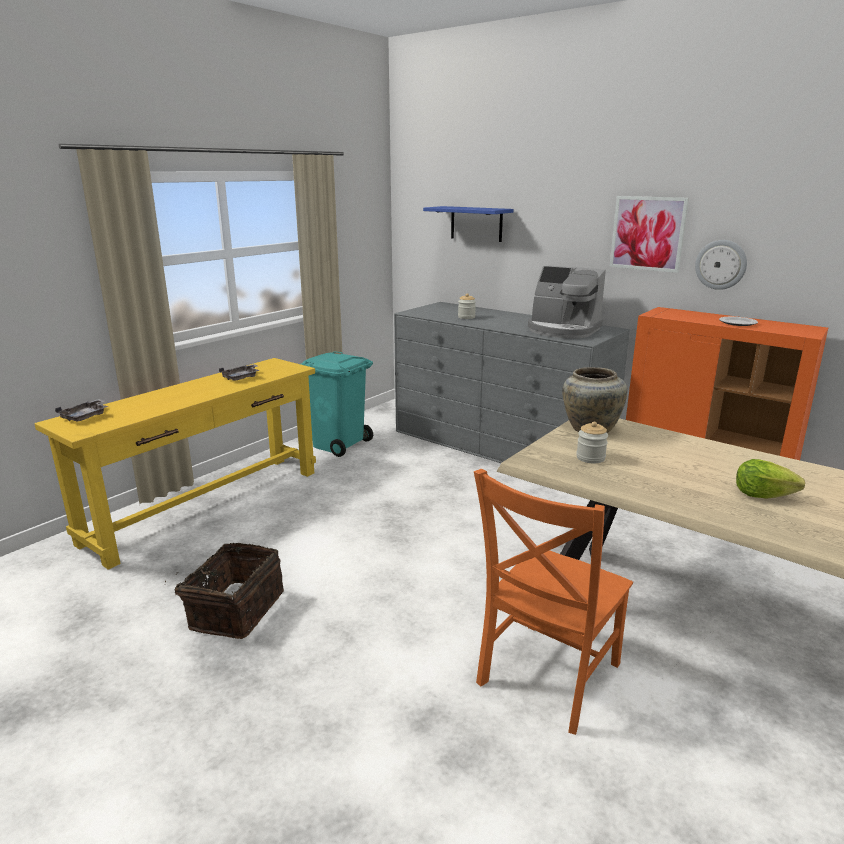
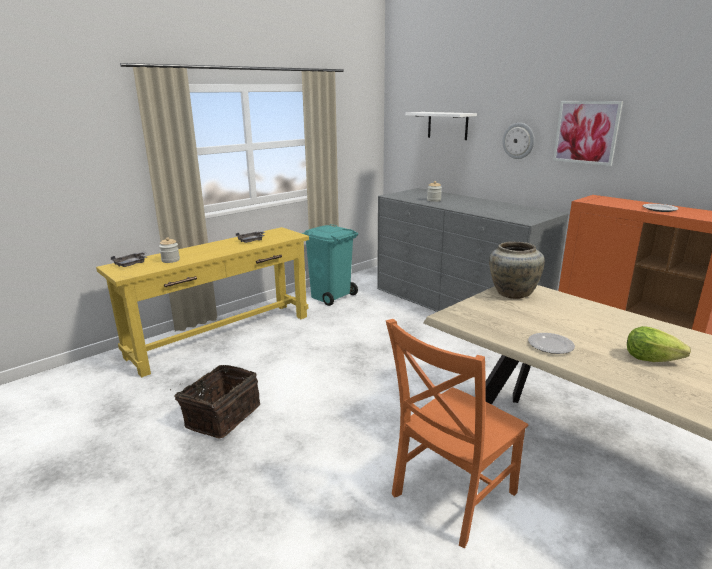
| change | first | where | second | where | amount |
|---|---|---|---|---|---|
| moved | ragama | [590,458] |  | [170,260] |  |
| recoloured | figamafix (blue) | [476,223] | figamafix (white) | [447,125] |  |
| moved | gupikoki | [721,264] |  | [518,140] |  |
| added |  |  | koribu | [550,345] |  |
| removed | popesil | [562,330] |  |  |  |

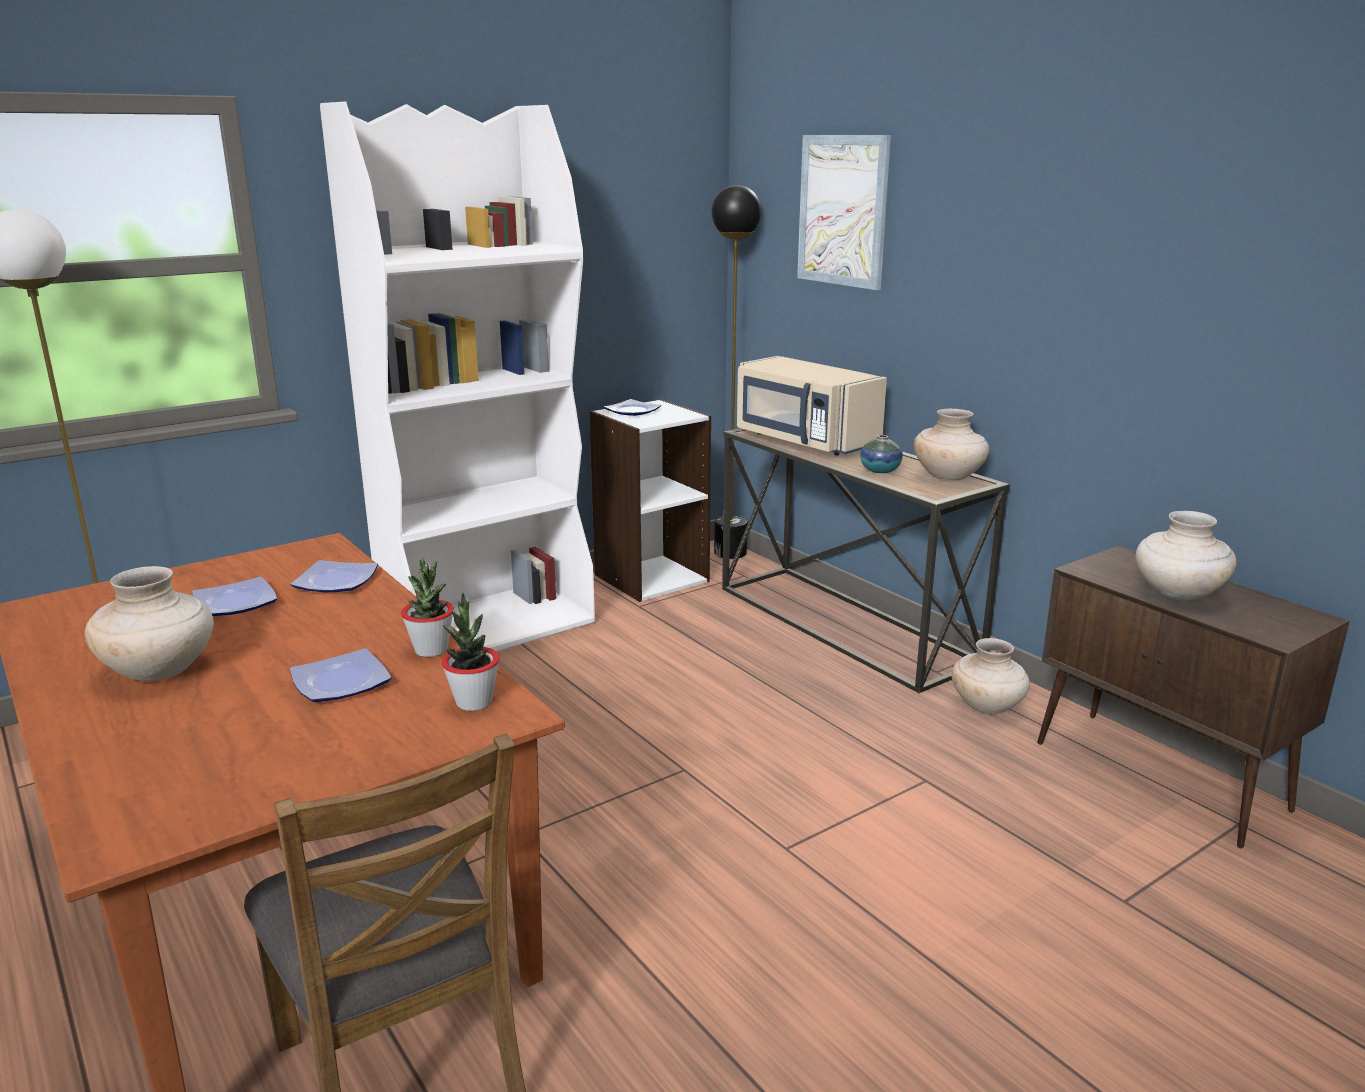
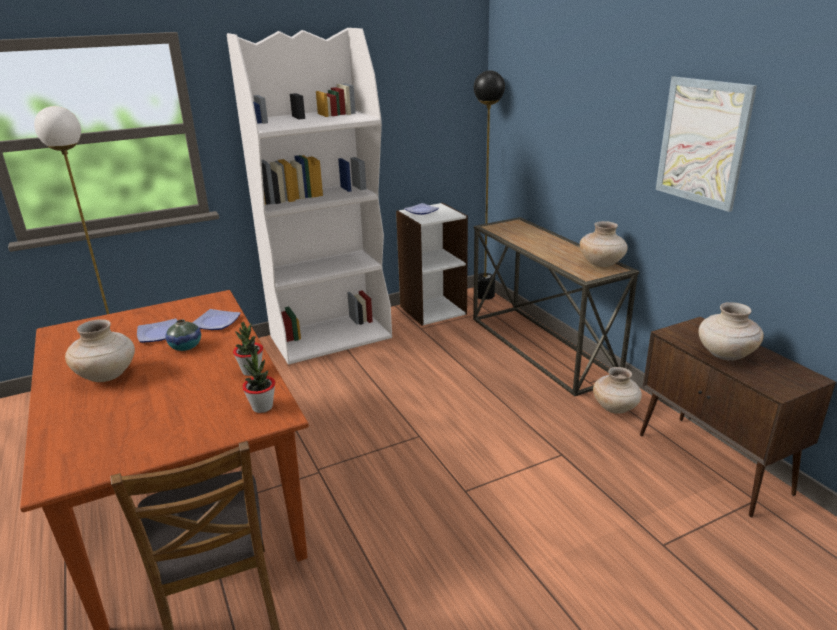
| change | first | where | second | where | amount |
|---|---|---|---|---|---|
| moved | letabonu | [880,470] |  | [185,347] |  |
| moved | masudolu | [843,211] |  | [702,142] |  |
| removed | koribu | [340,683] |  |  |  |
| removed | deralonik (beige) | [804,441] |  |  |  |

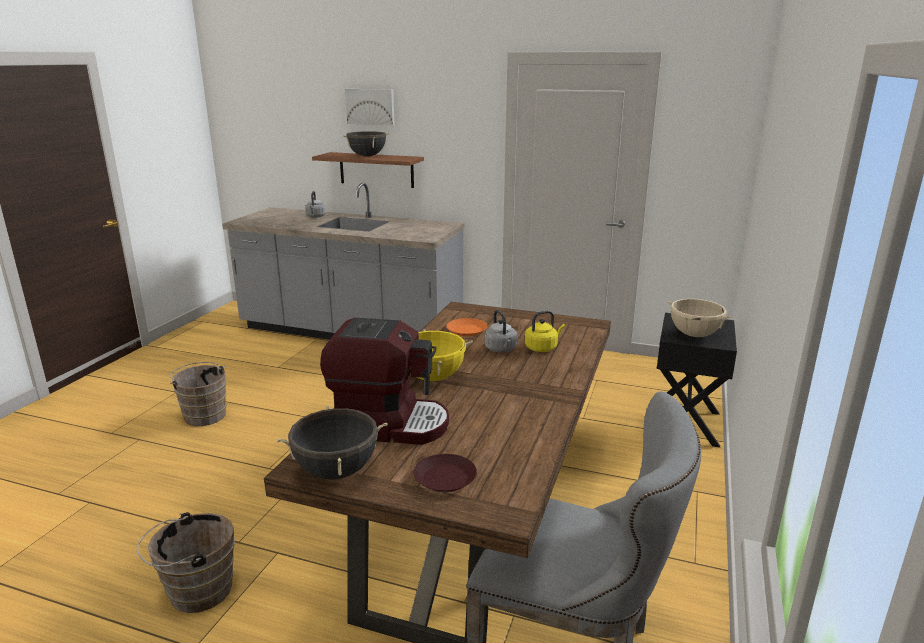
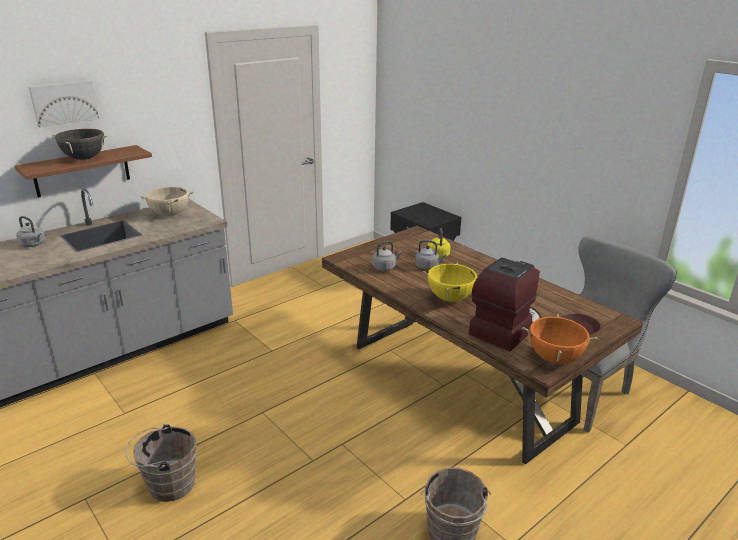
| change | first | where | second | where | amount |
|---|---|---|---|---|---|
| moved | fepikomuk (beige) | [694,335] |  | [170,214] |  |
| replaced | koribu (orange) | [467,330] | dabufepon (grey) | [385,267] |  |
| recoloured | fepikomuk (black) | [336,471] | fepikomuk (orange) | [554,358] |  |

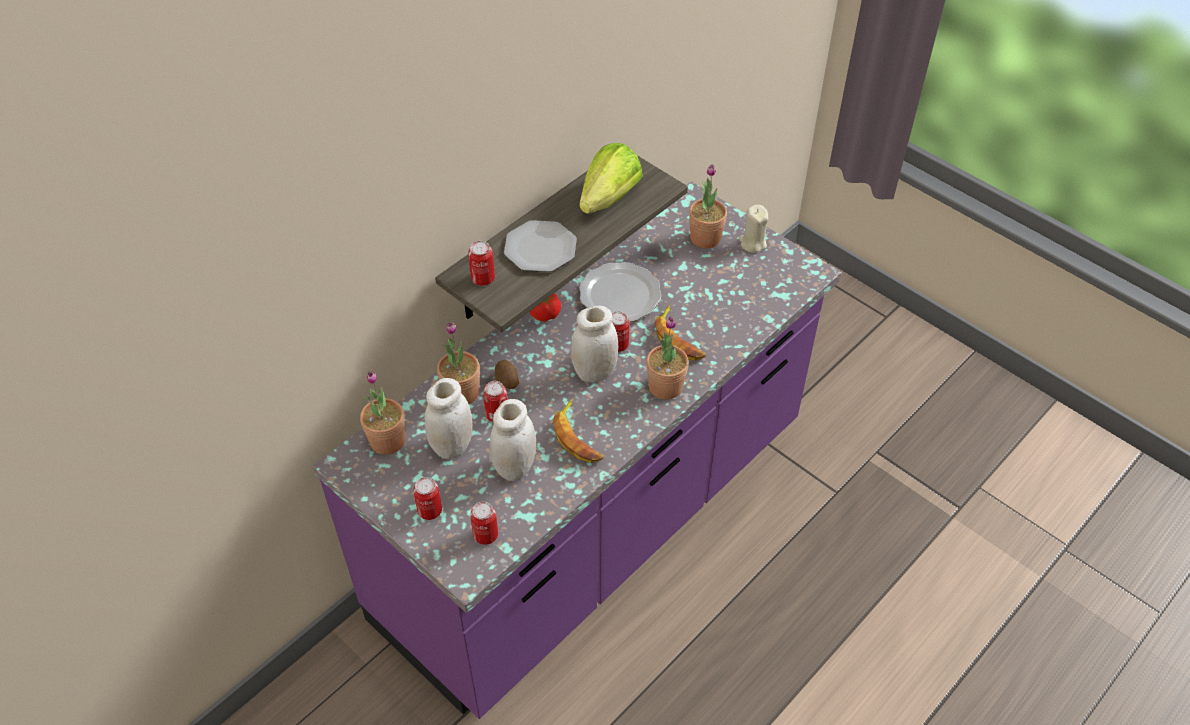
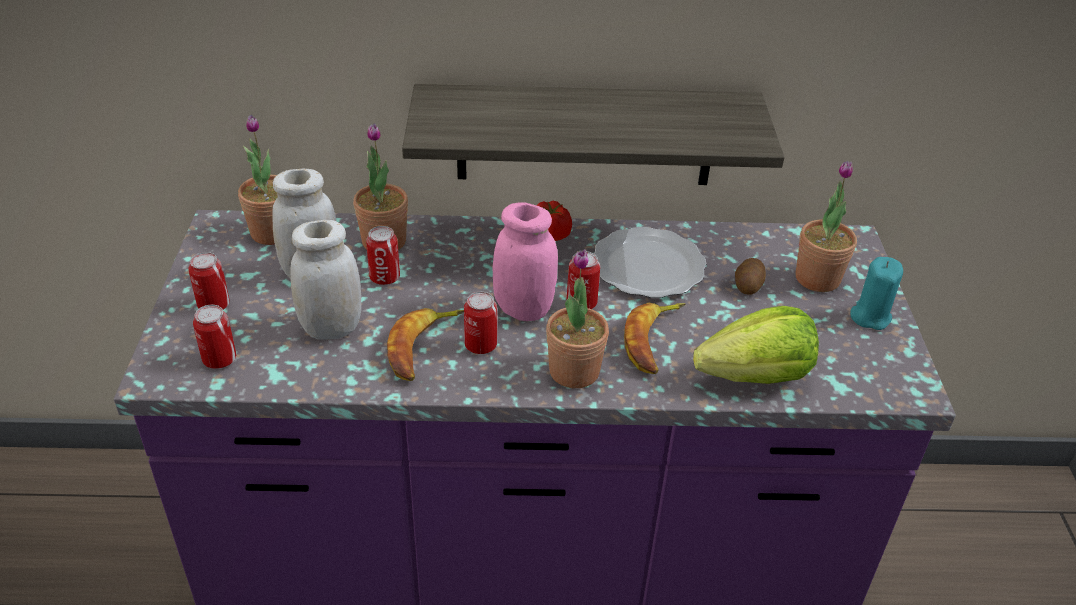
| change | first | where | second | where | amount |
|---|---|---|---|---|---|
| moved | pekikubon | [483,278] |  | [480,345] |  |
| recoloured | ragama (white) | [594,372] | ragama (pink) | [523,309] |  |
| moved | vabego | [609,198] |  | [756,376] |  |
| moved | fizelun | [506,380] |  | [747,286] |  |
| recoloured | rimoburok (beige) | [752,243] | rimoburok (turquoise) | [870,316] |  |
| removed | koribu | [541,248] |  |  |  |

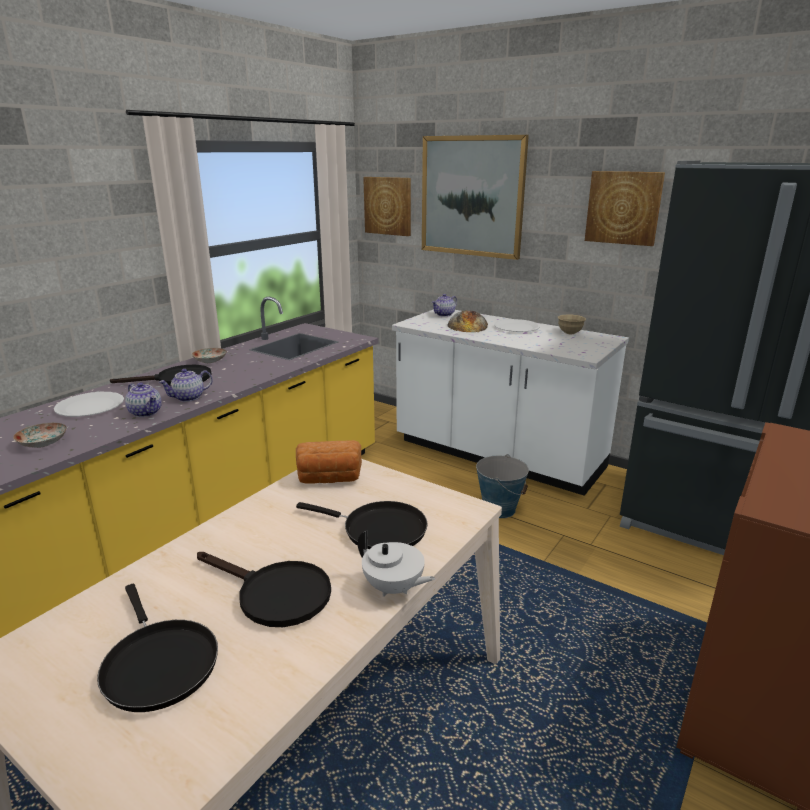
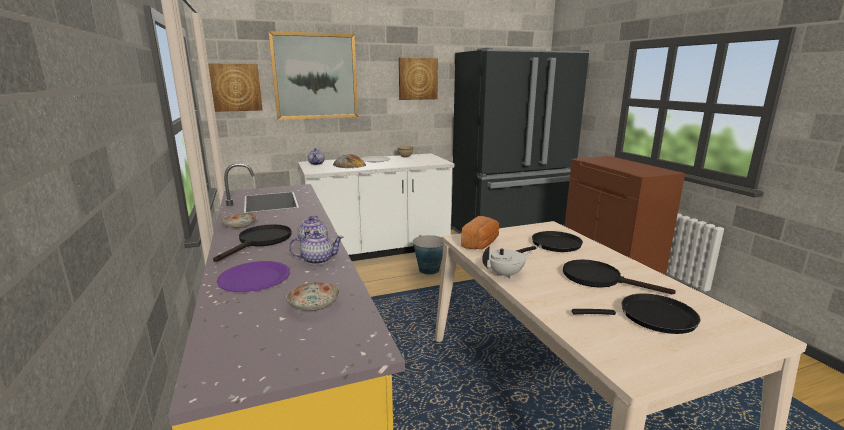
| change | first | where | second | where | amount |
|---|---|---|---|---|---|
| recoloured | koribu (white) | [90,406] | koribu (purple) | [254,278] |  |
| moved | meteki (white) | [393,588] |  | [506,274] |  |
| turned | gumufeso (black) | [274,594] |  | [599,279] | 120 degrees counterclockwise |

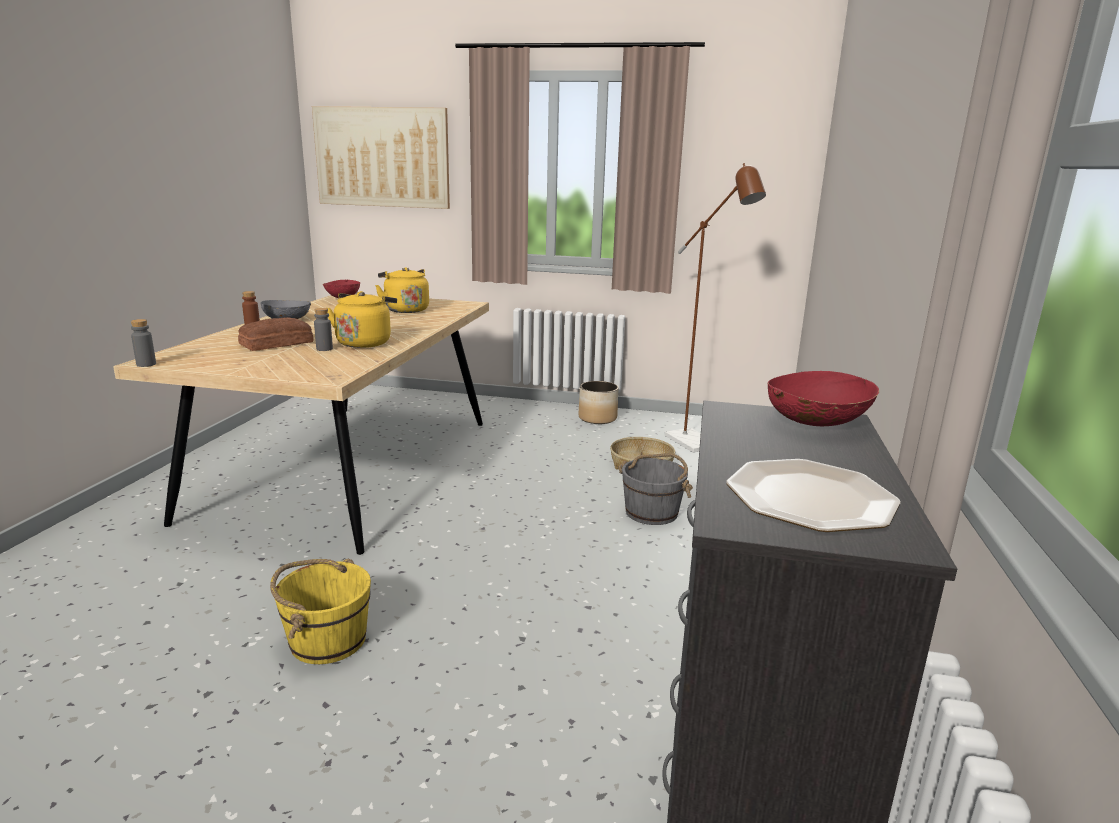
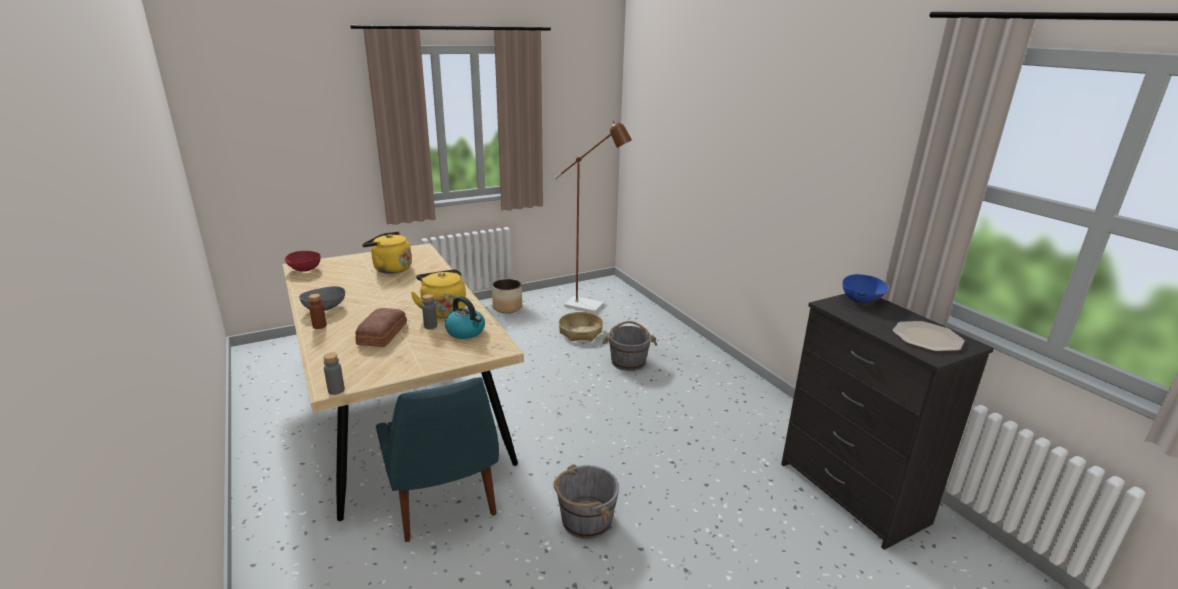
| change | first | where | second | where | amount |
|---|---|---|---|---|---|
| added |  |  | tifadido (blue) | [444,504] |  |
| added |  |  | dabufepon | [466,332] |  |
| recoloured | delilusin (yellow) | [327,640] | delilusin (grey) | [585,520] |  |
| recoloured | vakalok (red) | [816,424] | vakalok (blue) | [861,301] |  |
| removed | masudolu | [382,157] |  |  |  |

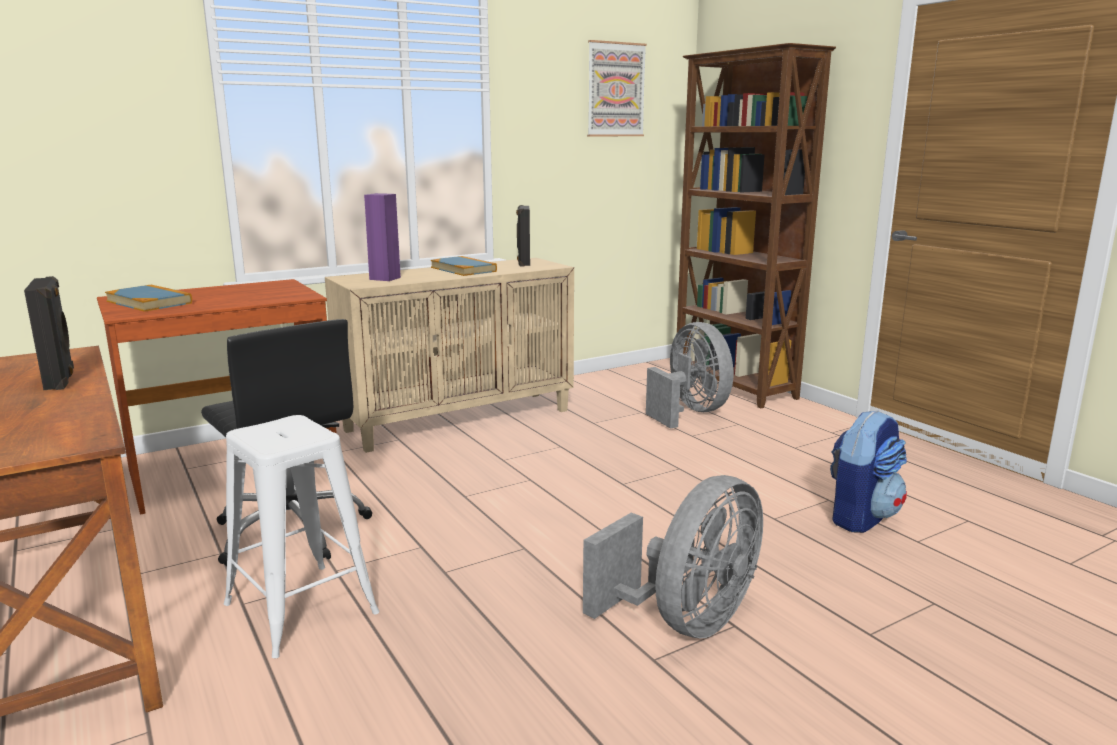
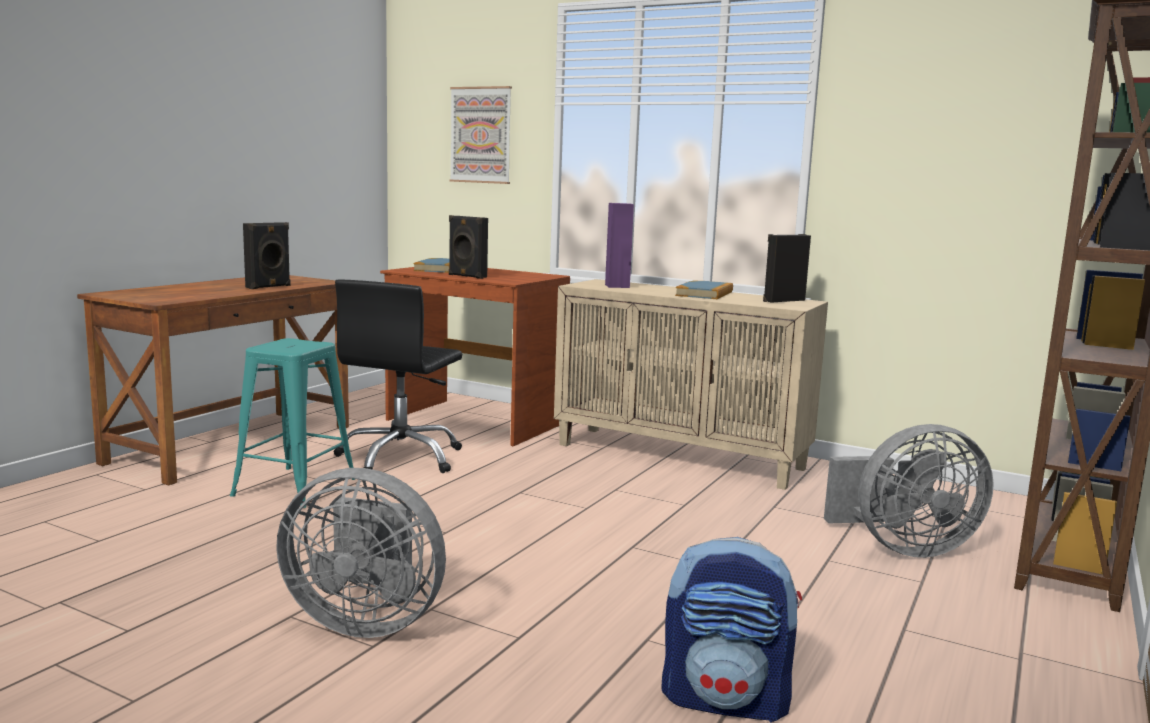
| change | first | where | second | where | amount |
|---|---|---|---|---|---|
| recoloured | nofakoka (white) | [301,608] | nofakoka (turquoise) | [295,487] |  |
| moved | masudolu | [615,90] |  | [481,135] |  |
| added |  |  | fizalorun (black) | [466,276] |  |
| turned | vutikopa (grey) | [689,412] |  | [903,547] | 45 degrees clockwise |

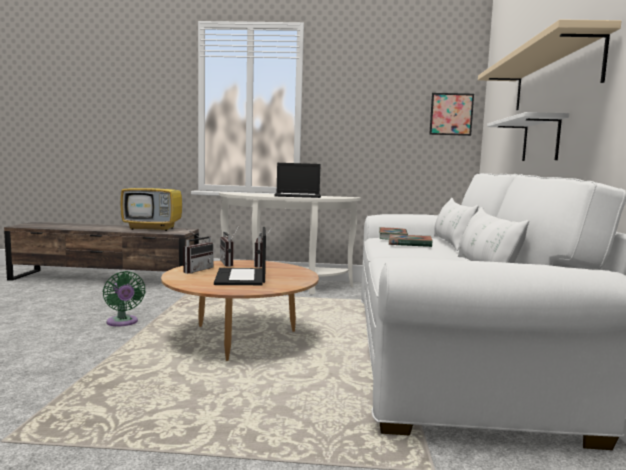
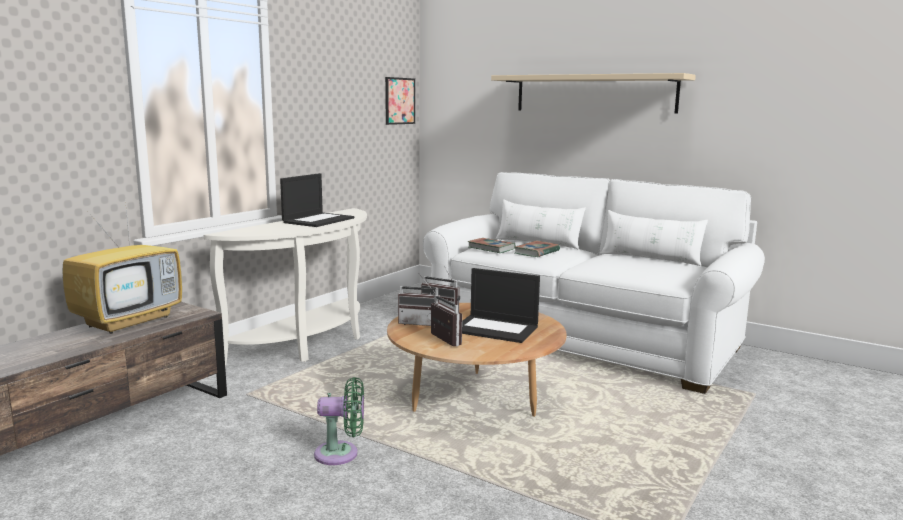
| change | first | where | second | where | amount |
|---|---|---|---|---|---|
| removed | figamafix (white) | [540,140] |  |  |  |

